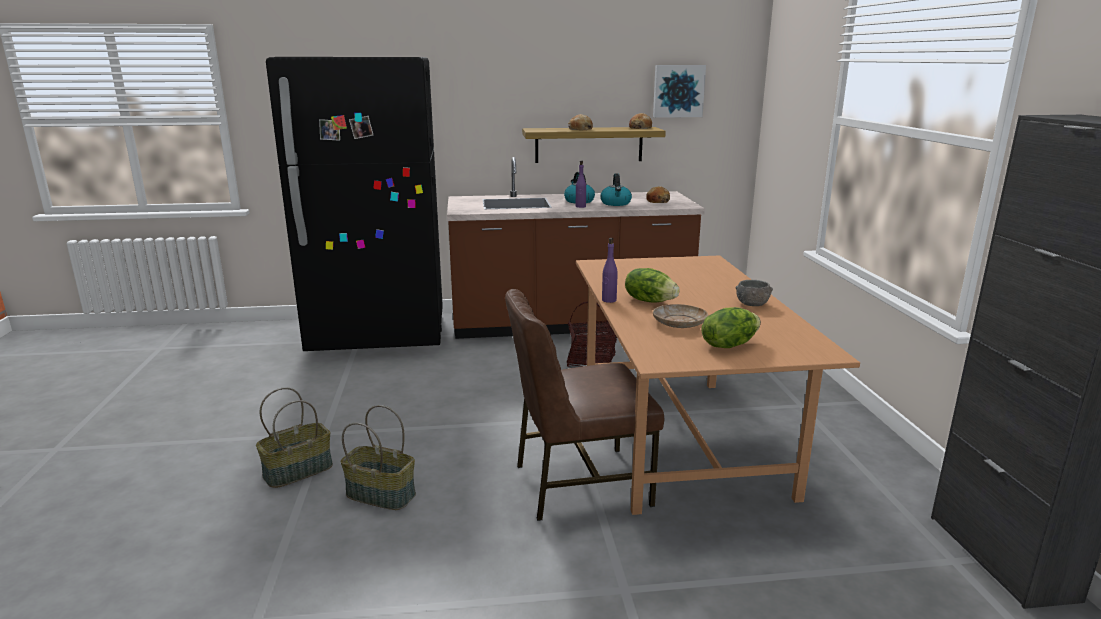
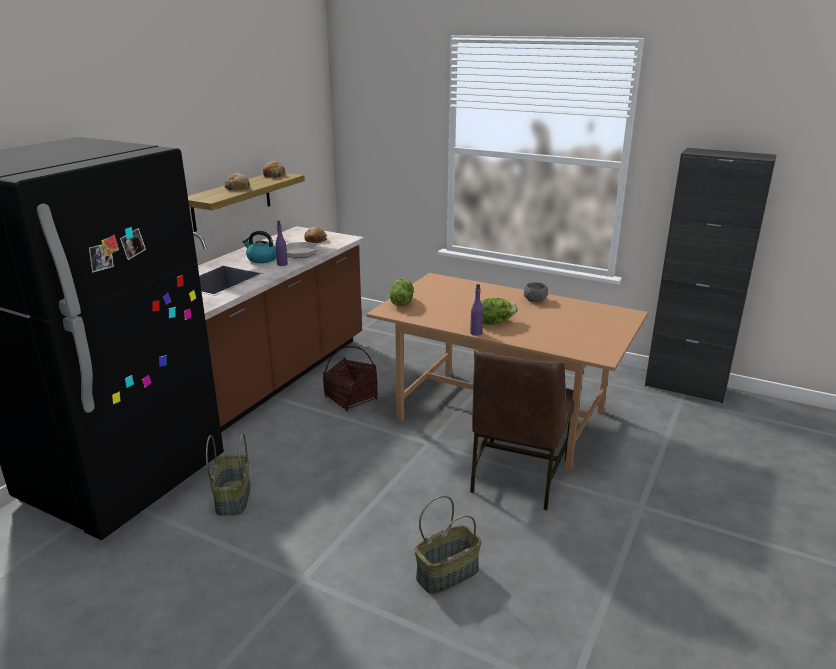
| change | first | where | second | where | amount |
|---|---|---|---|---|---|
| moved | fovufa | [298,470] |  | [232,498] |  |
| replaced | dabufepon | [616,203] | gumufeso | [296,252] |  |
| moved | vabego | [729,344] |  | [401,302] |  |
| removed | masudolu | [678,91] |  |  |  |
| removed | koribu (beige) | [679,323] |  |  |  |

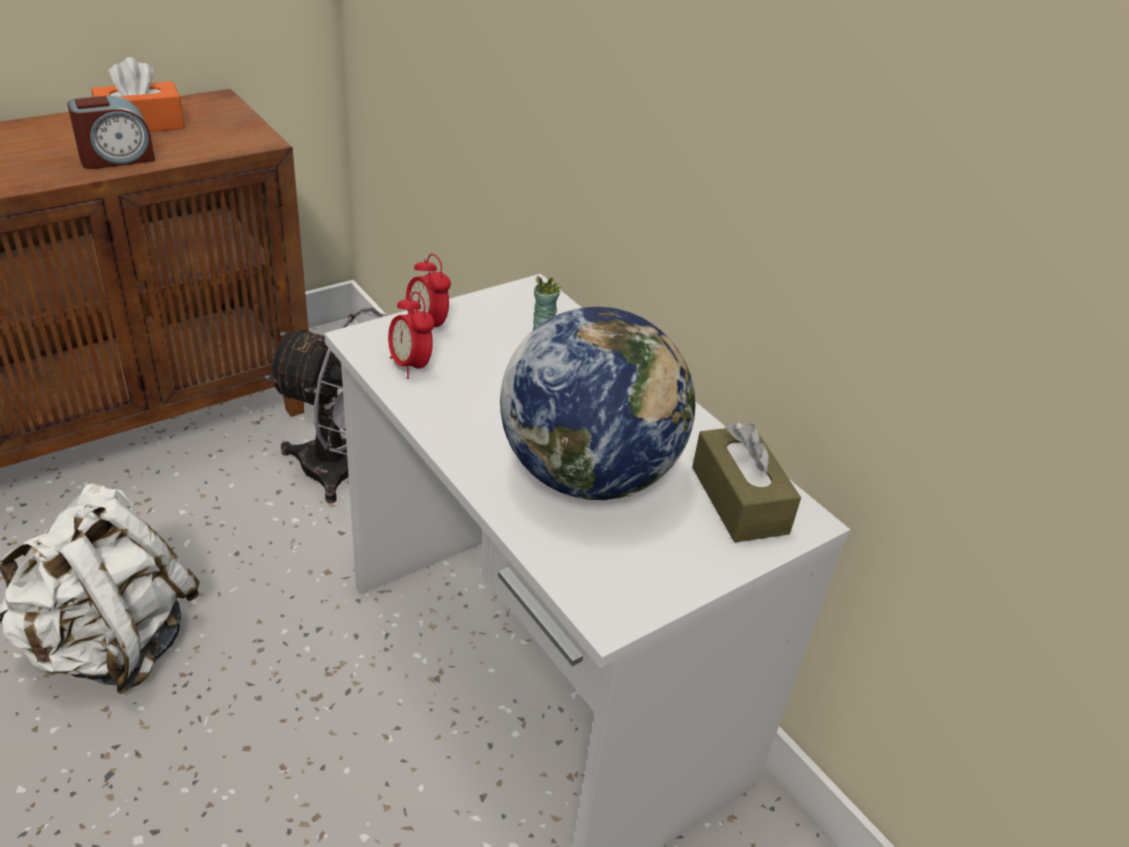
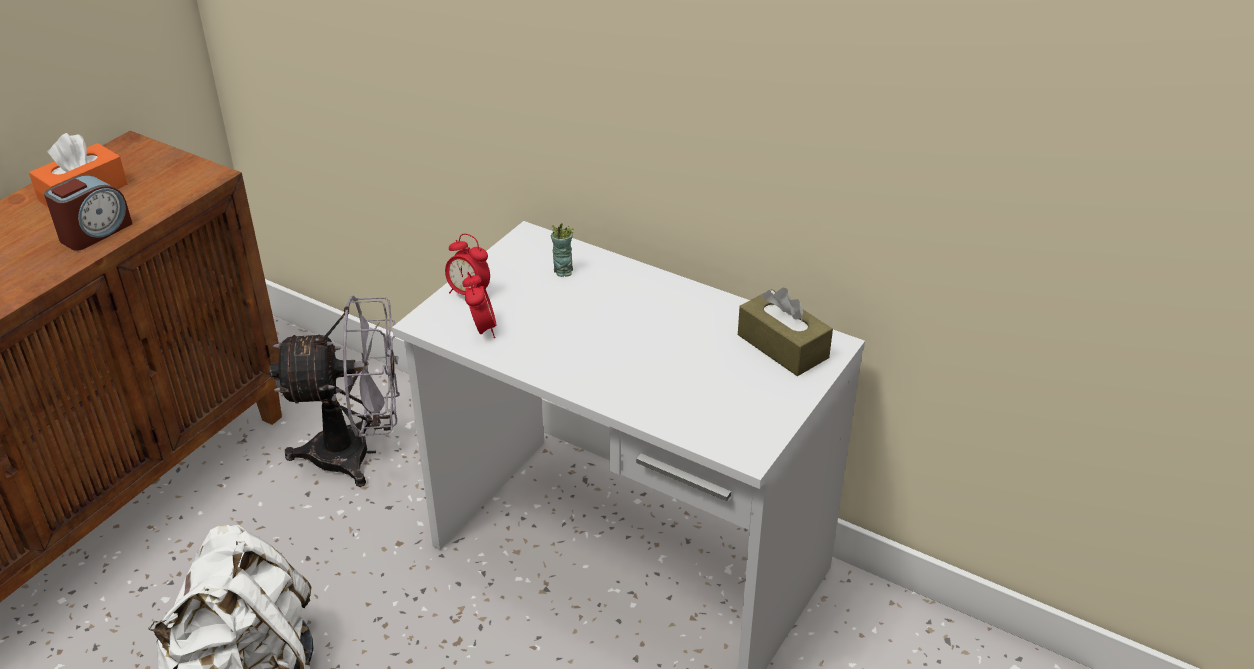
| change | first | where | second | where | amount |
|---|---|---|---|---|---|
| turned | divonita | [410,366] |  | [482,330] | 135 degrees counterclockwise |
| removed | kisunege | [588,474] |  |  |  |

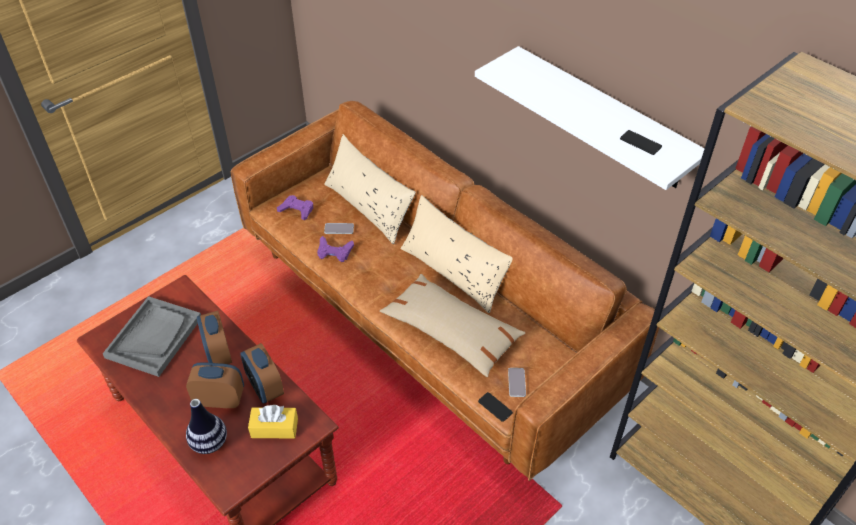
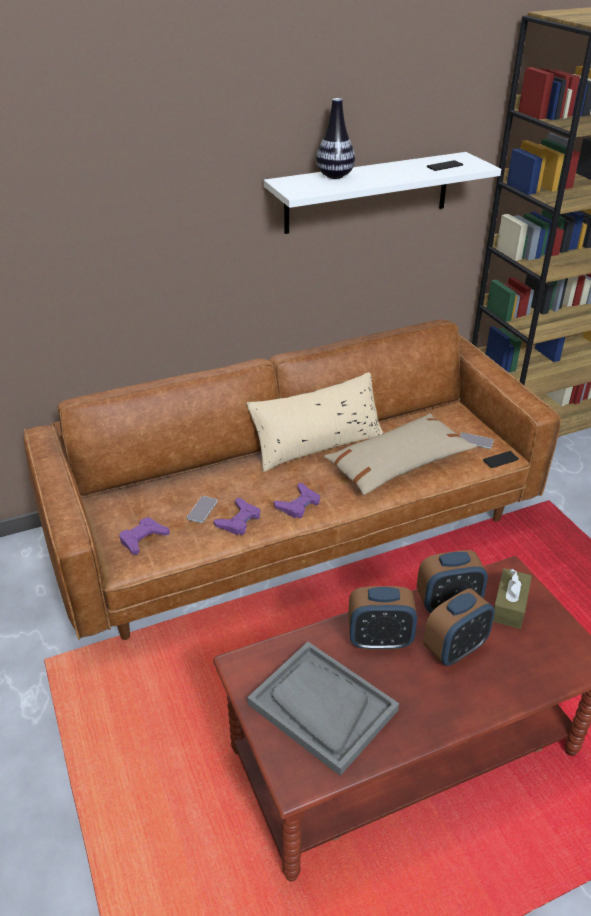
| change | first | where | second | where | amount |
|---|---|---|---|---|---|
| added |  |  | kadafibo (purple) | [298,504] |  |
| moved | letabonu | [209,442] |  | [334,176] |  |
| turned | divonita | [220,399] |  | [455,649] | 150 degrees counterclockwise |
| recoloured | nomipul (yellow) | [274,428] | nomipul (brown) | [509,606] |  |
| removed | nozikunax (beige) | [369,206] |  |  |  |

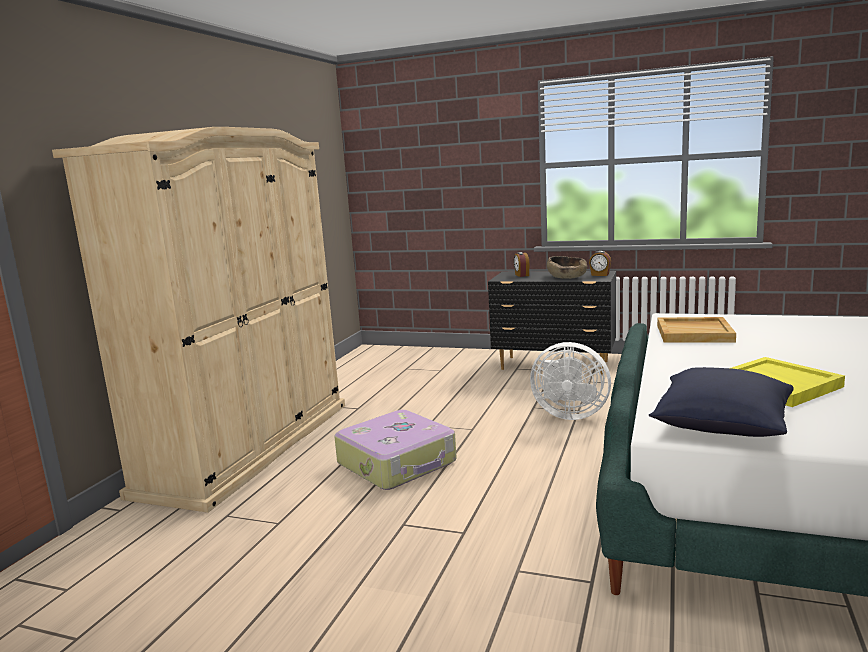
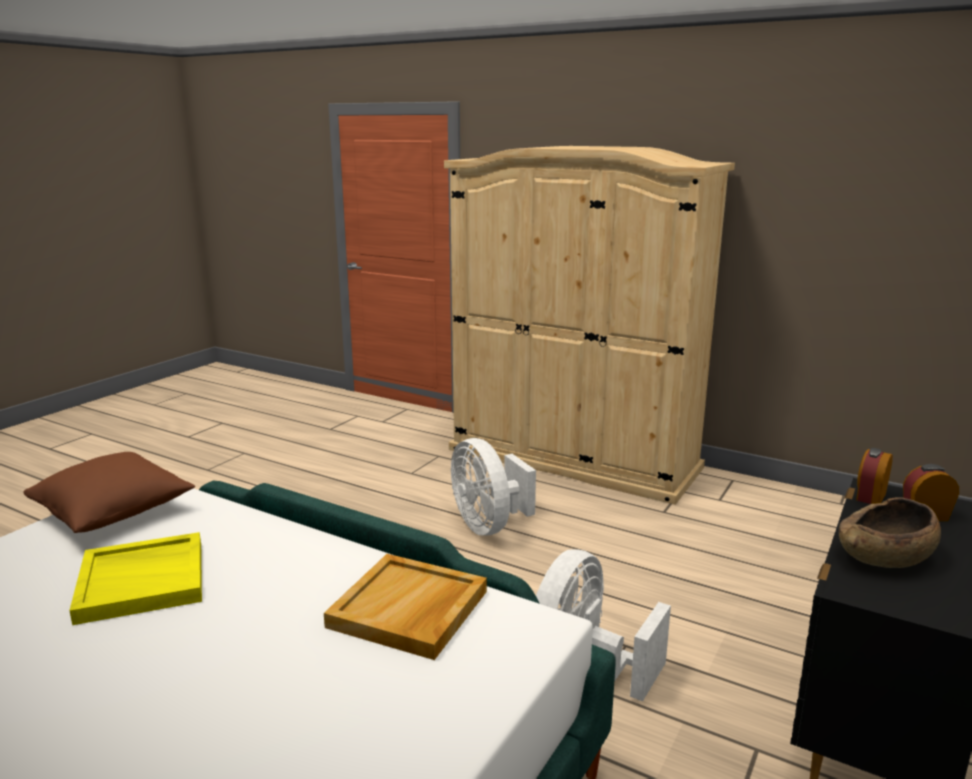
| change | first | where | second | where | amount |
|---|---|---|---|---|---|
| recoloured | nozikunax (blue) | [721,425] | nozikunax (brown) | [114,513] |  |
| replaced | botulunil | [398,463] | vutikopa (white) | [488,525] |  |
| moved | divonita | [600,275] |  | [870,497] |  |

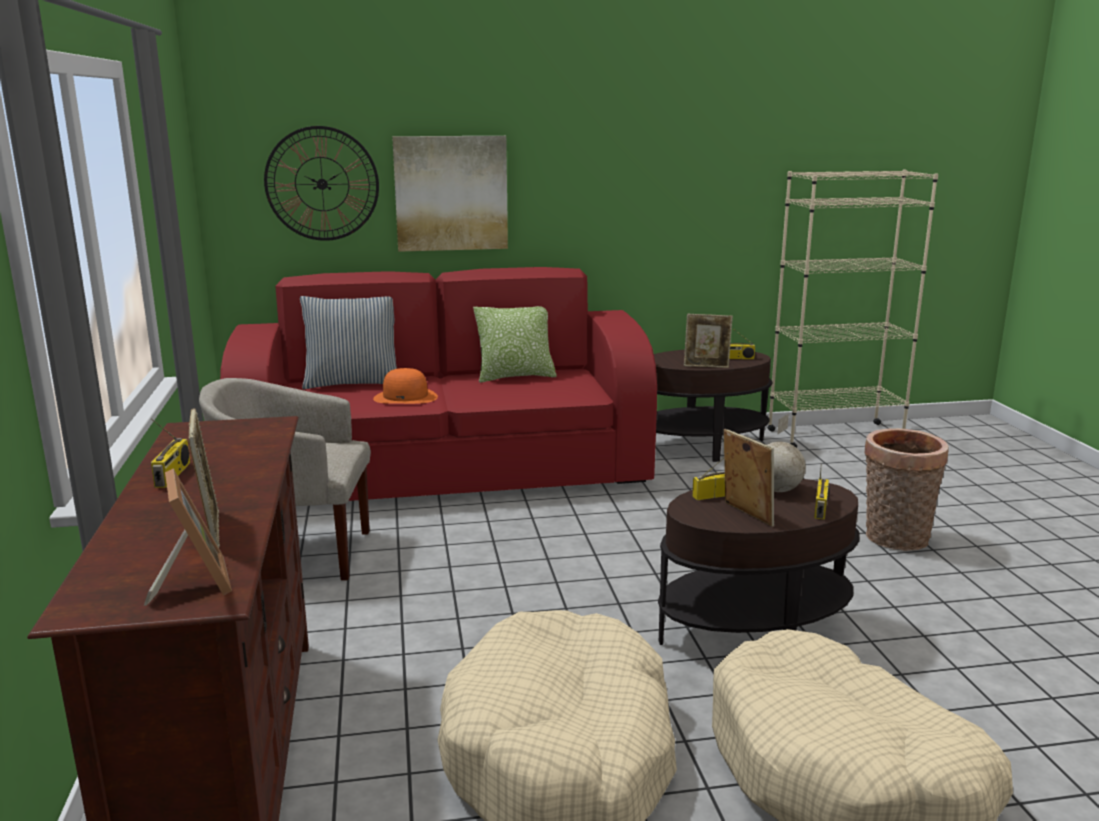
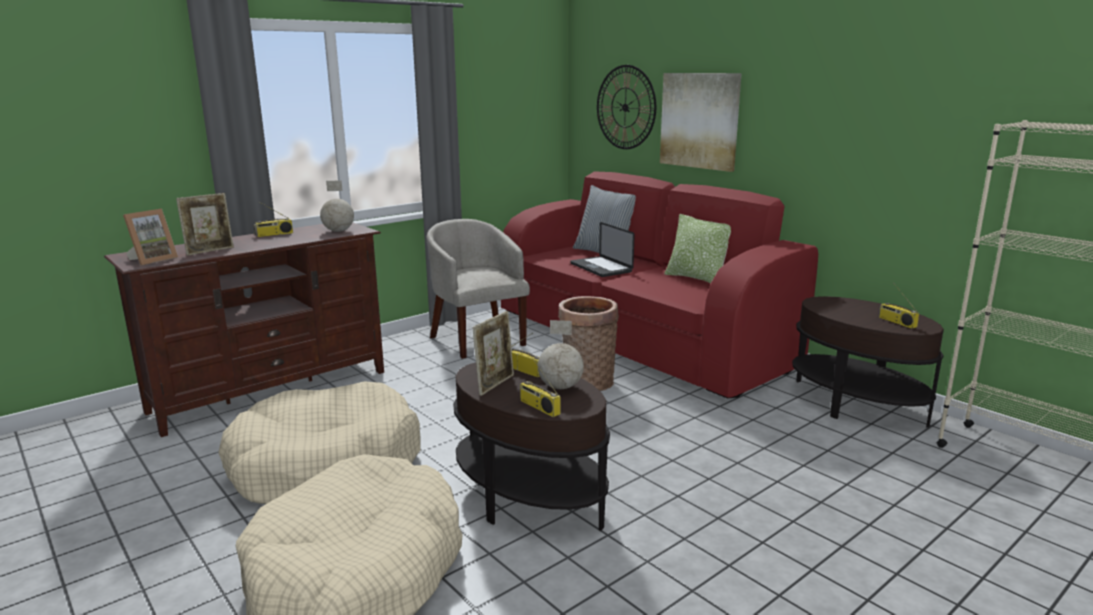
| change | first | where | second | where | amount |
|---|---|---|---|---|---|
| added |  |  | kisunege | [339,231] |  |
| turned | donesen | [821,509] |  | [538,407] | 60 degrees clockwise |
| moved | fovufa | [894,540] |  | [587,382] |  |
| replaced | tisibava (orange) | [406,397] | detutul | [601,268] |  |
| removed | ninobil | [706,366] |  |  |  |

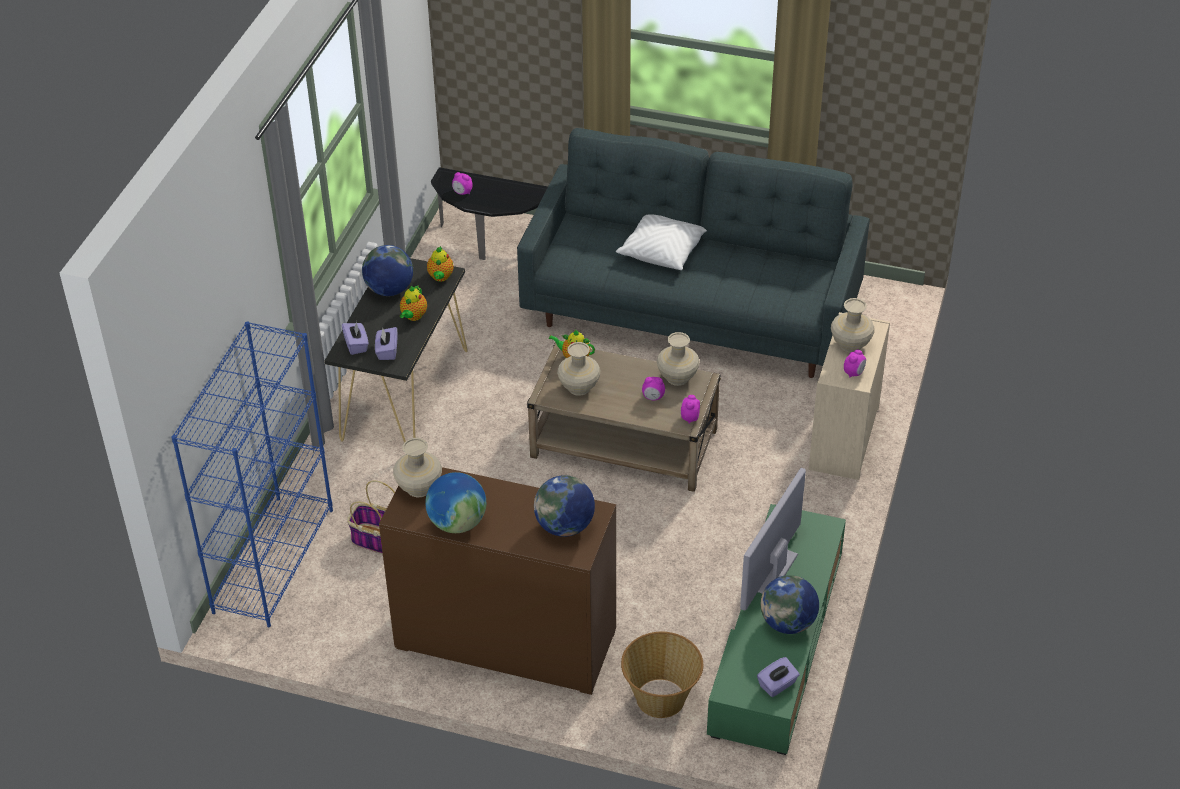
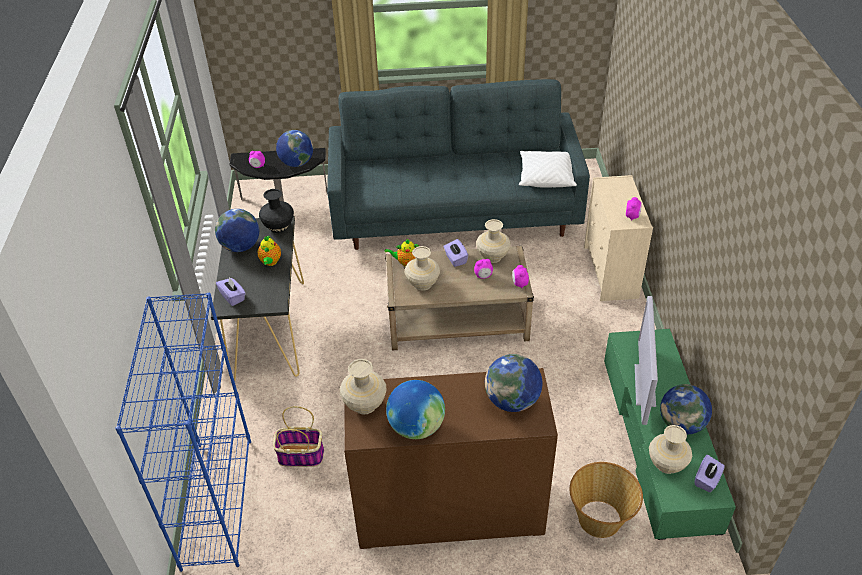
| change | first | where | second | where | amount |
|---|---|---|---|---|---|
| replaced | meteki | [440,277] | letabonu (black) | [278,227] |  |
| added |  |  | kisunege | [297,163] |  |
| moved | nomipul (purple) | [387,351] |  | [455,259] |  |
| moved | nozikunax (white) | [662,250] |  | [546,177] |  |
| moved | letabonu (beige) | [851,345] |  | [667,464] |  |

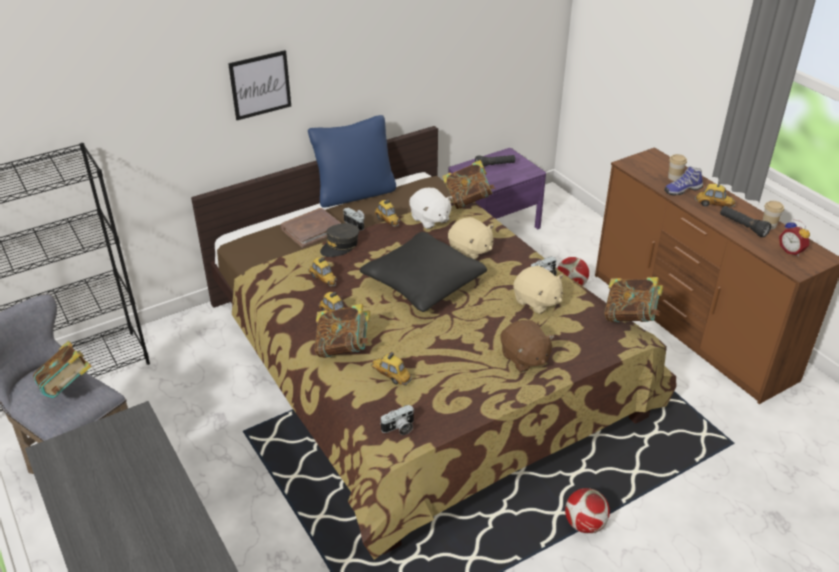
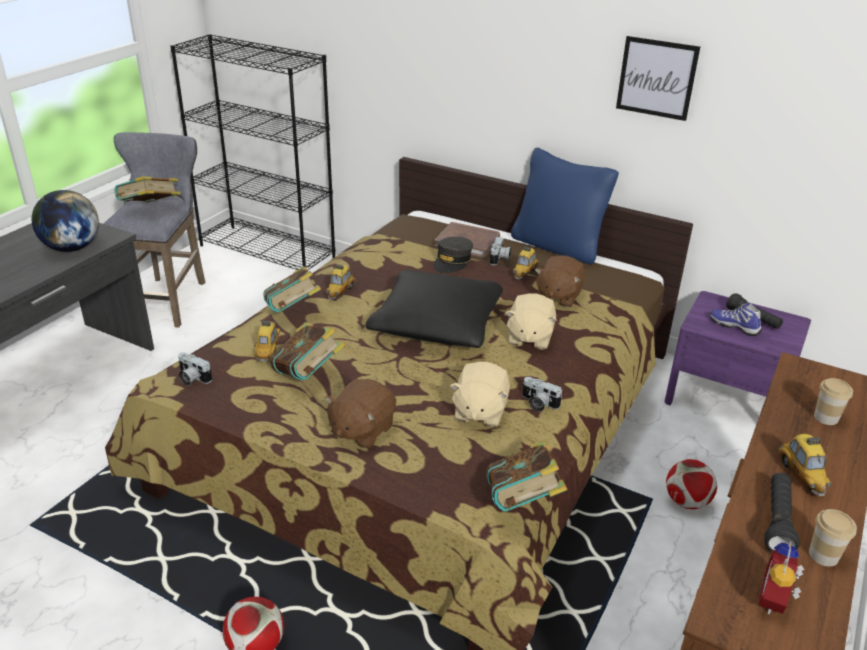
| change | first | where | second | where | amount |
|---|---|---|---|---|---|
| added |  |  | kisunege | [72,248] |  |
| moved | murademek | [468,200] |  | [308,374] |  |
| turned | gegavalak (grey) | [340,246] |  | [452,262] | 75 degrees counterclockwise |
| recoloured | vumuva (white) | [430,219] | vumuva (brown) | [558,296] |  |
| moved | masudolu | [260,85] |  | [656,78] |  |
| moved | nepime | [682,190] |  | [734,326] |  |
| removed | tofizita | [323,279] |  |  |  |

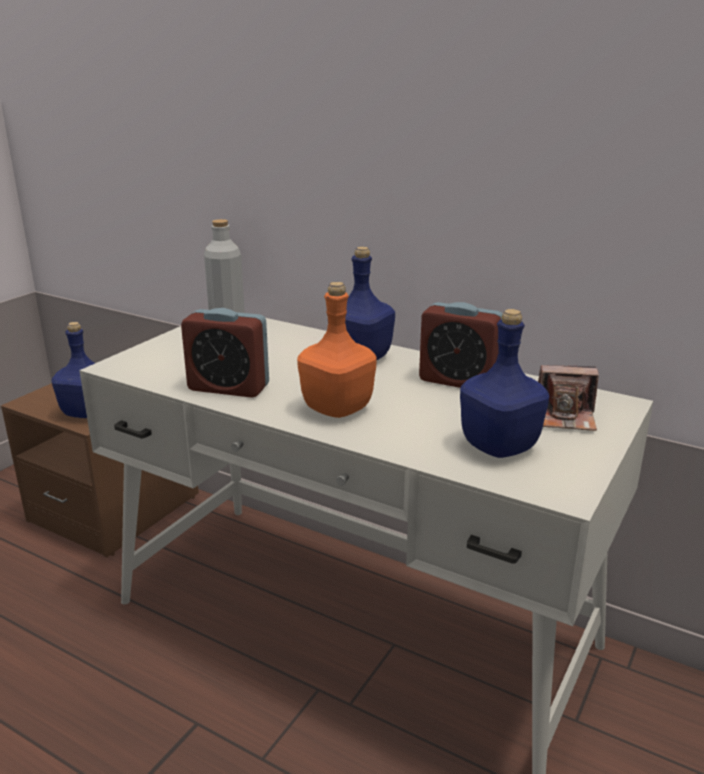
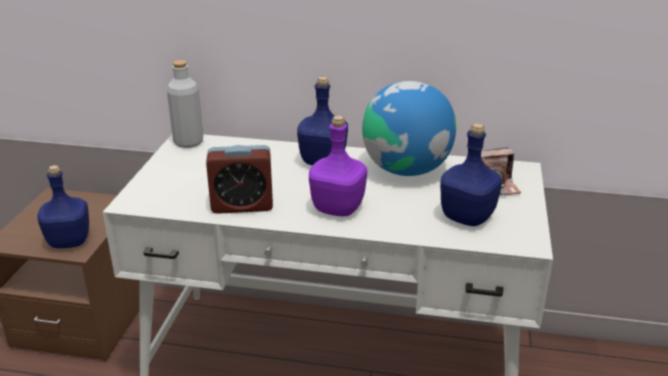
| change | first | where | second | where | amount |
|---|---|---|---|---|---|
| recoloured | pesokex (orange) | [338,408] | pesokex (purple) | [339,208] |  |
| replaced | divonita | [458,380] | kisunege | [406,169] |  |

